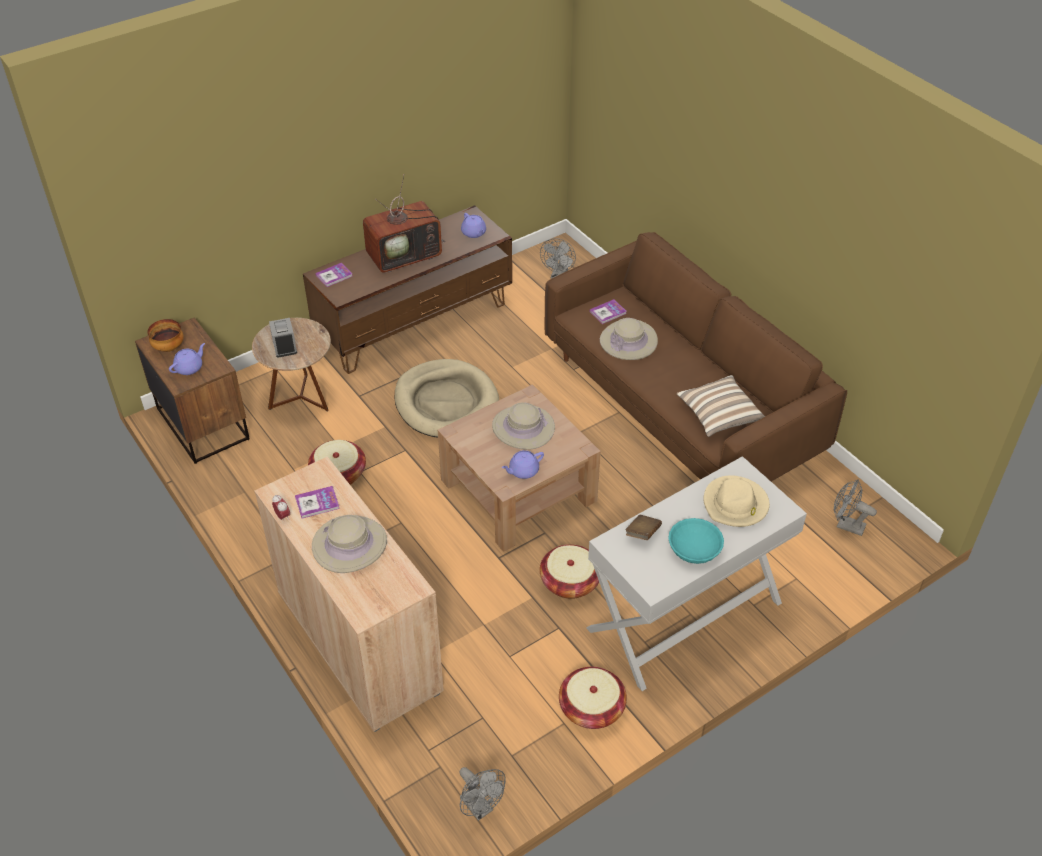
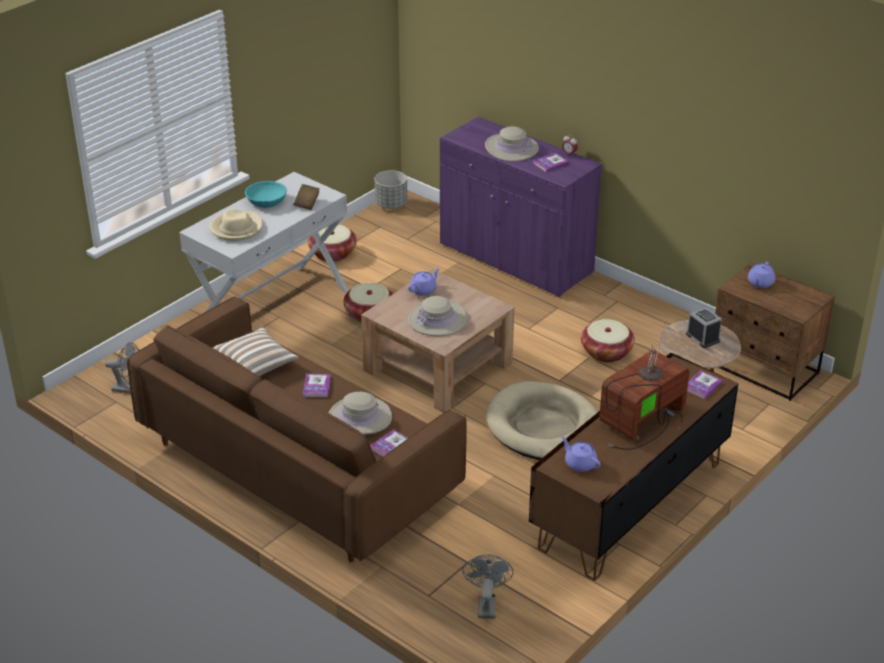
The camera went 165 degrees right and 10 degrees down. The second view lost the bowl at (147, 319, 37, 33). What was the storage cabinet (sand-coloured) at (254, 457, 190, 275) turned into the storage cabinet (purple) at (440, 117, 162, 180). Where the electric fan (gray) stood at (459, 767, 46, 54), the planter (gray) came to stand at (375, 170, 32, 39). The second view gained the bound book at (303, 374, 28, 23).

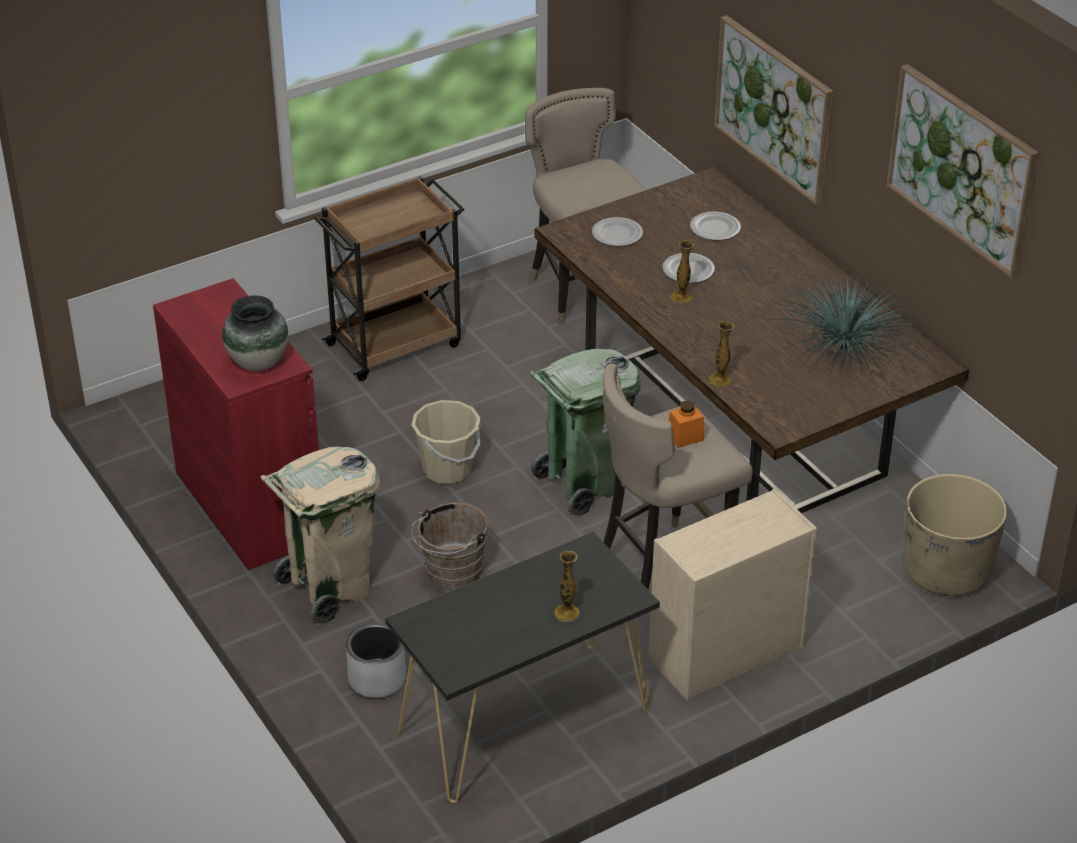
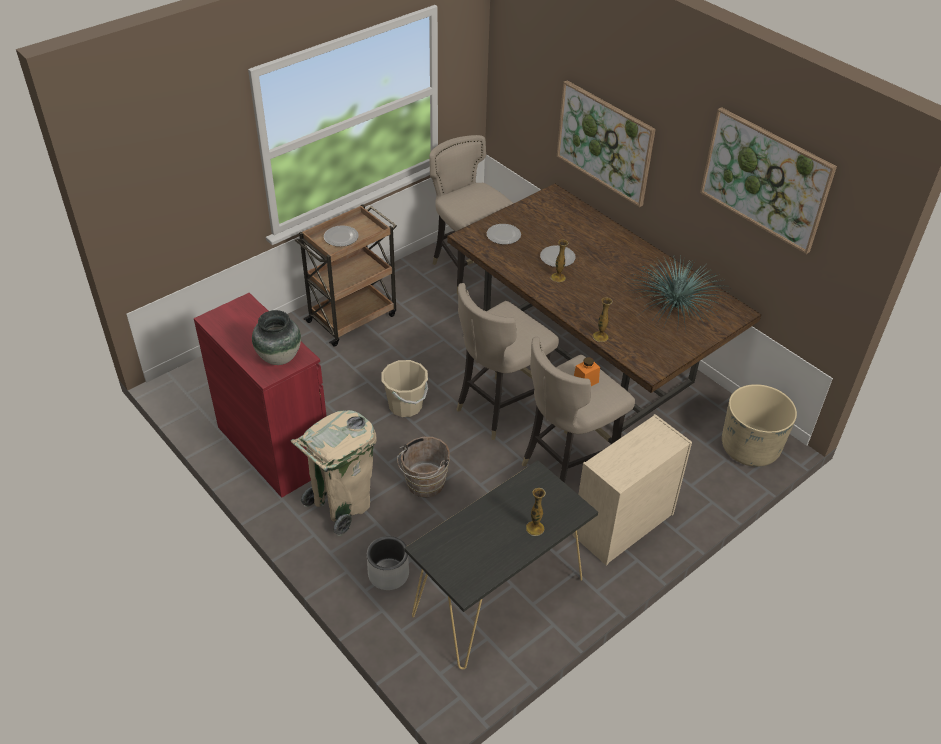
The camera went 10 degrees left and 5 degrees up. The plate ended up elsewhere, having gone from (690, 211, 51, 29) to (324, 225, 35, 22). Where the trash can (green-coloured) stood at (529, 348, 112, 169), the sitting stool (sand-coloured) came to stand at (456, 283, 103, 157).

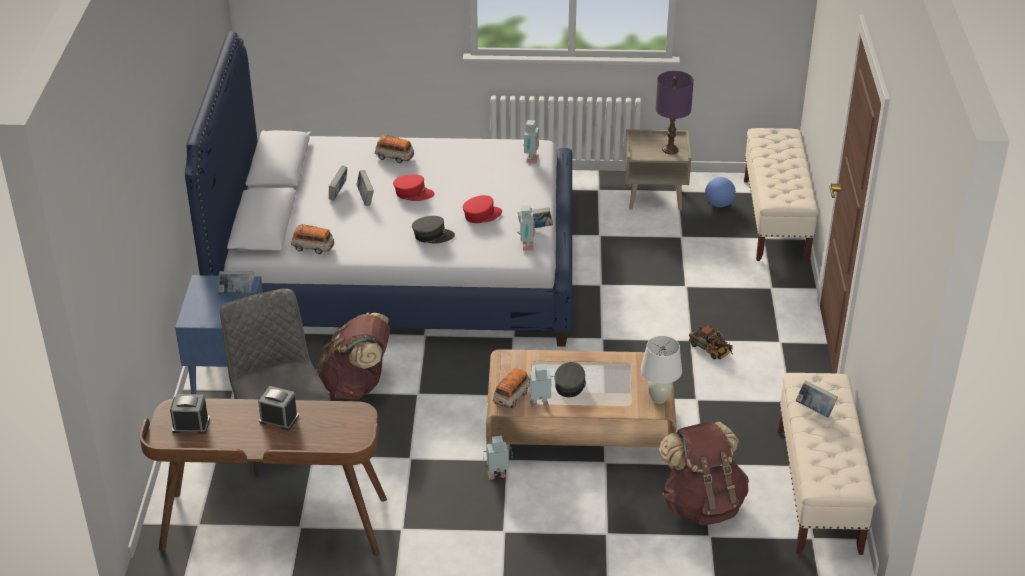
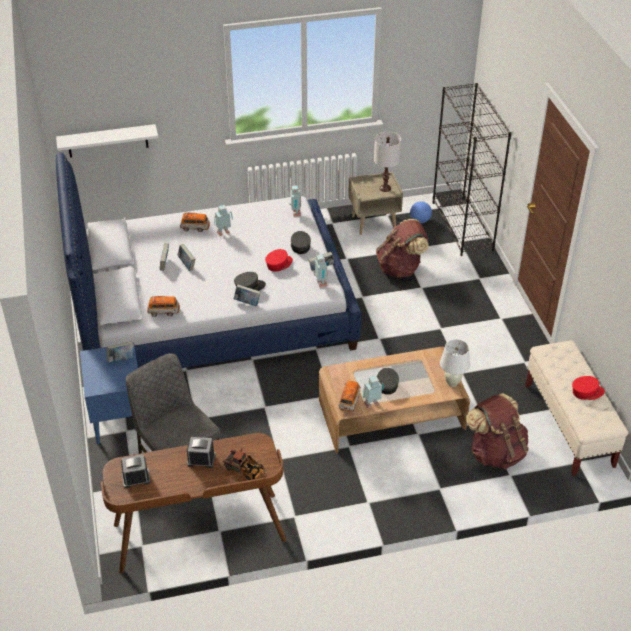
The camera went 15 degrees left and 5 degrees up. What was the tabletop lamp (purple) at (656, 71, 38, 83) turned into the tabletop lamp (white-coloured) at (374, 132, 27, 60). Where the bench (sand-coloured) stood at (744, 128, 75, 134), the bookcase (blackish) came to stand at (433, 83, 78, 173). The baseball cap (red-coloured) ended up elsewhere, having gone from (393, 174, 42, 27) to (572, 376, 33, 24). The backpack (brown-coloured) ended up elsewhere, having gone from (316, 313, 74, 86) to (376, 219, 53, 59). The model truck ended up elsewhere, having gone from (689, 325, 44, 35) to (223, 449, 43, 31). The bound book ended up elsewhere, having gone from (796, 380, 42, 37) to (234, 284, 27, 22). The robot figure ended up elsewhere, having gone from (483, 436, 30, 44) to (214, 205, 19, 31). The second view gained the wall shelf (white-coloured) at (56, 124, 102, 34). The second view gained the baseball cap (gray) at (291, 231, 20, 23).

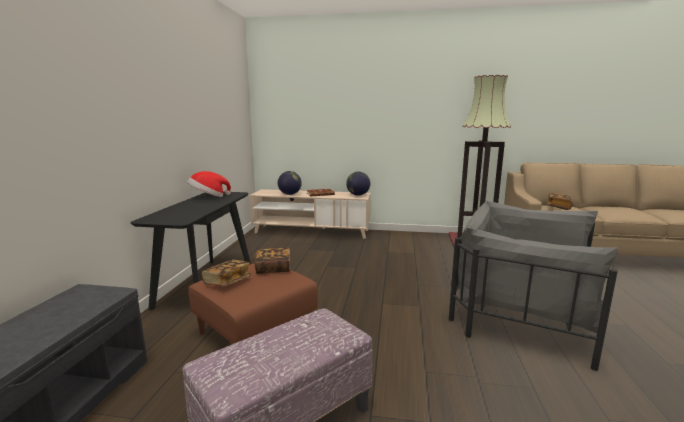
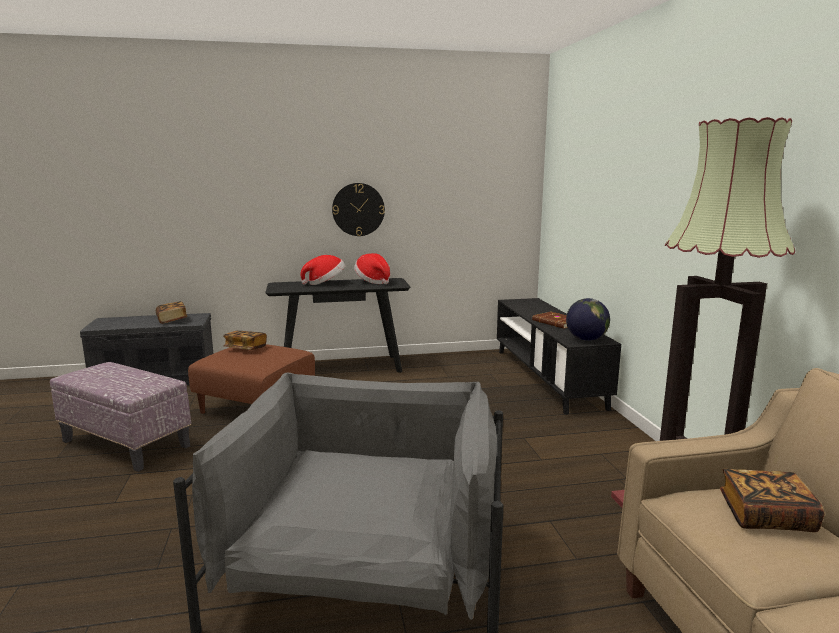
The camera went 70 degrees right and 0 degrees up. The second view lost the globe at (278, 171, 24, 24). What was the tv stand (sand-coloured) at (250, 189, 121, 50) turned into the tv stand (blackish) at (497, 298, 124, 117). The bound book ended up elsewhere, having gone from (254, 248, 36, 26) to (156, 301, 31, 23). The second view gained the clock on the wall at (332, 183, 53, 53). The second view gained the clothing hat at (300, 255, 45, 30).

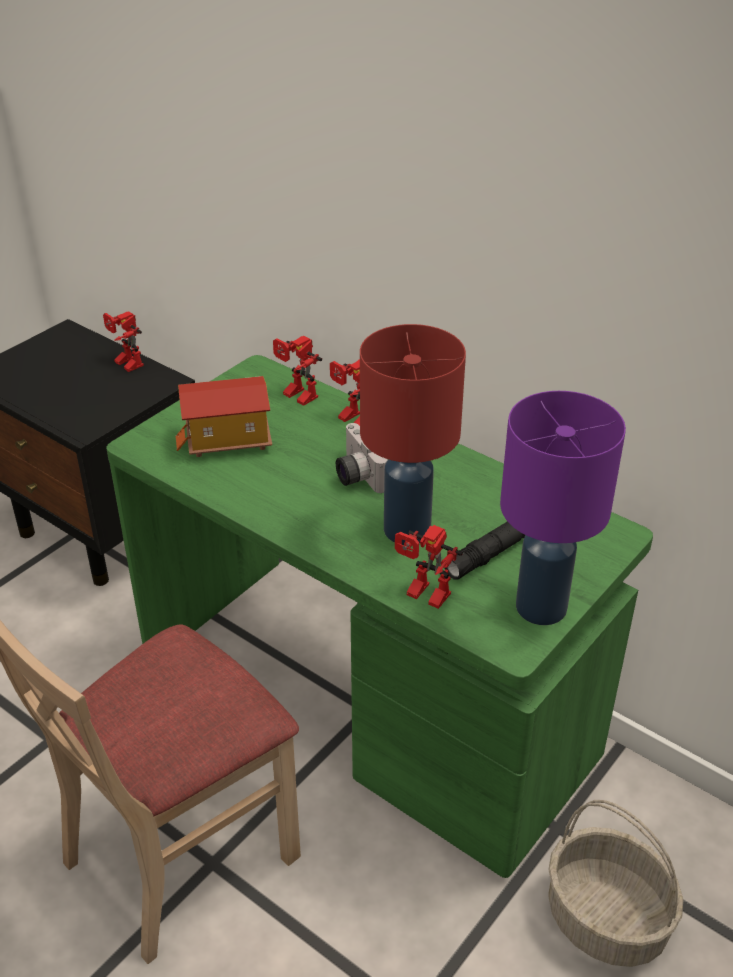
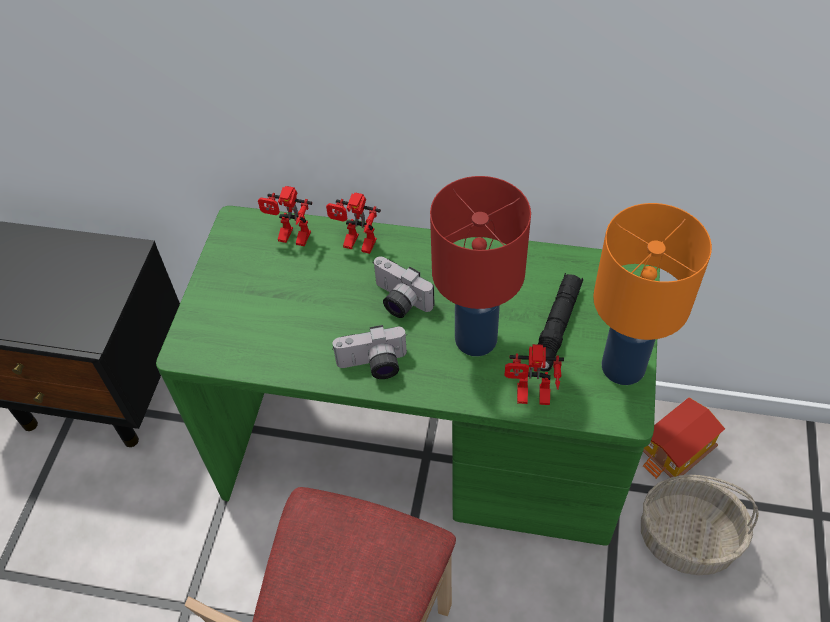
The camera went 25 degrees left and 15 degrees up. The second view lost the robot figure at (103, 311, 41, 61). The model house ended up elsewhere, having gone from (175, 376, 97, 81) to (642, 397, 83, 82). What was the tabletop lamp (purple) at (500, 391, 126, 234) turned into the tabletop lamp (orange-coloured) at (593, 203, 119, 182). The second view gained the photo camera at (333, 325, 74, 54).

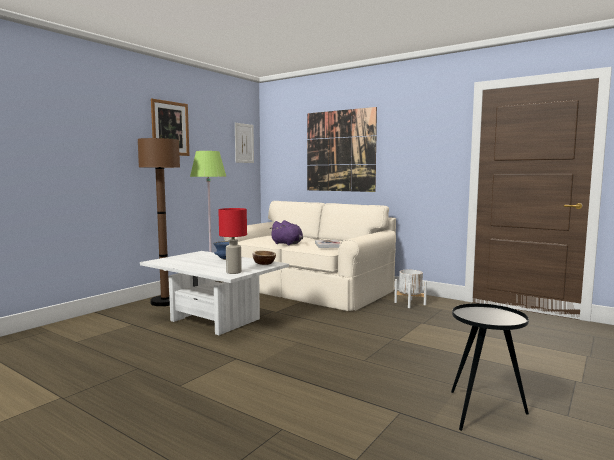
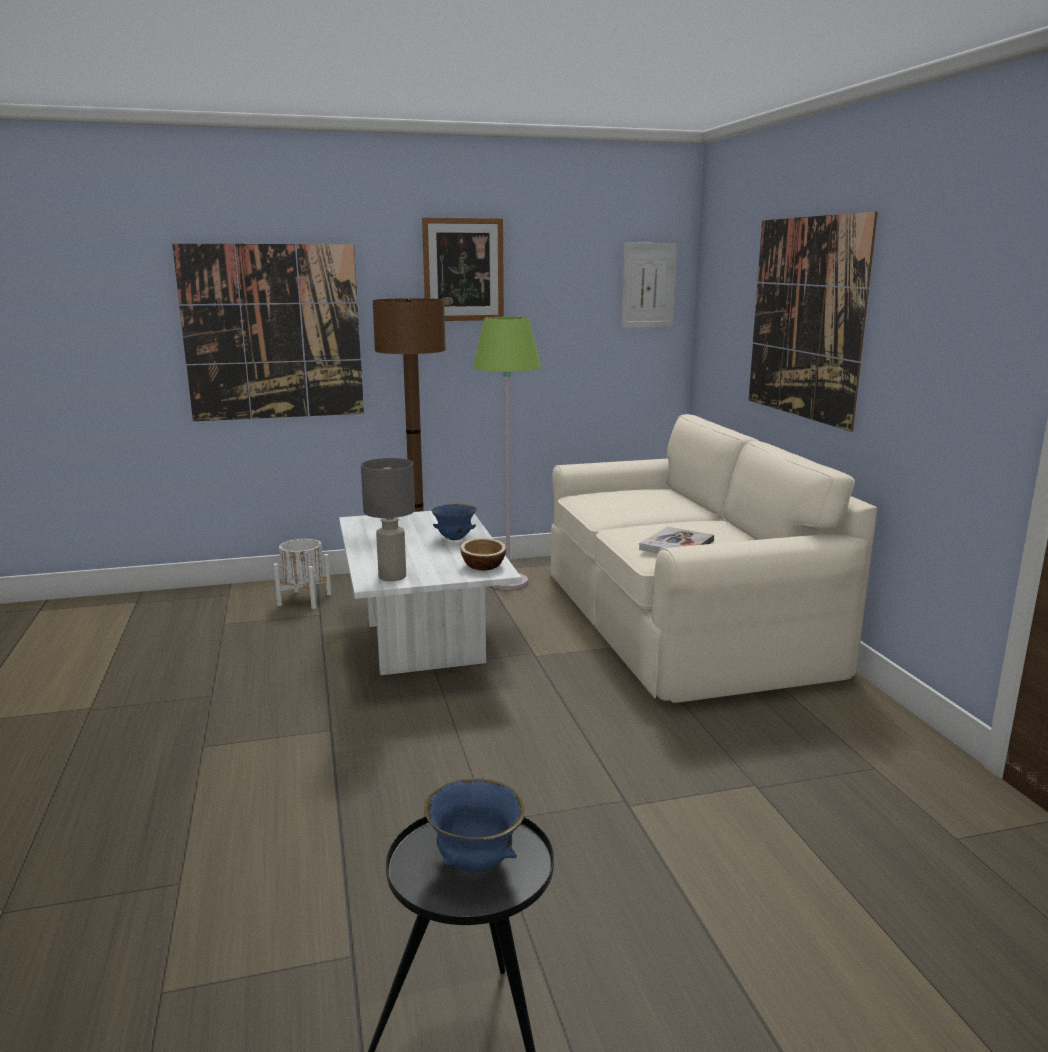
The camera went 40 degrees right and 10 degrees up. What was the tabletop lamp (red-coloured) at (218, 208, 29, 66) turned into the tabletop lamp (gray) at (361, 458, 54, 123). The second view lost the soft toy (purple) at (269, 220, 34, 25). The planter (white-coloured) ended up elsewhere, having gone from (394, 270, 33, 38) to (274, 539, 57, 70). The second view gained the wall art at (172, 244, 192, 177). The second view gained the bowl (blue-coloured) at (424, 779, 101, 94).

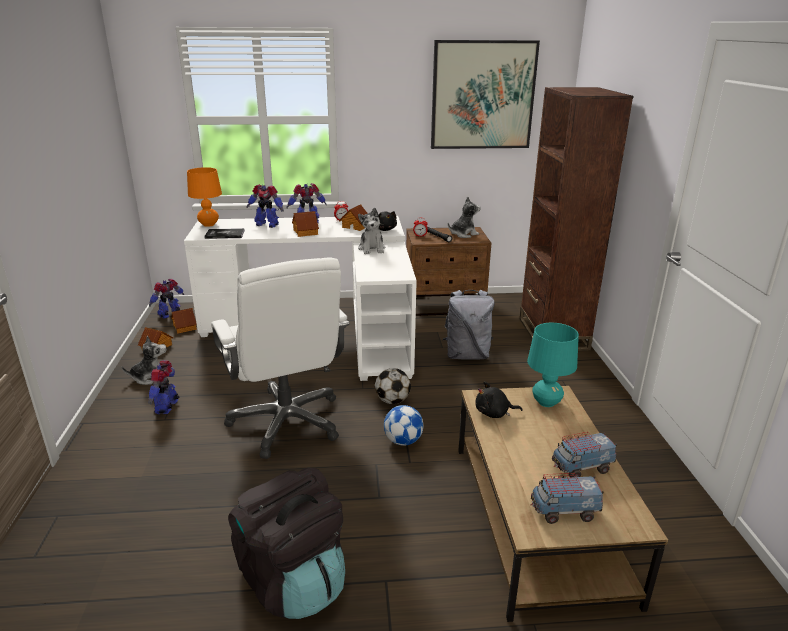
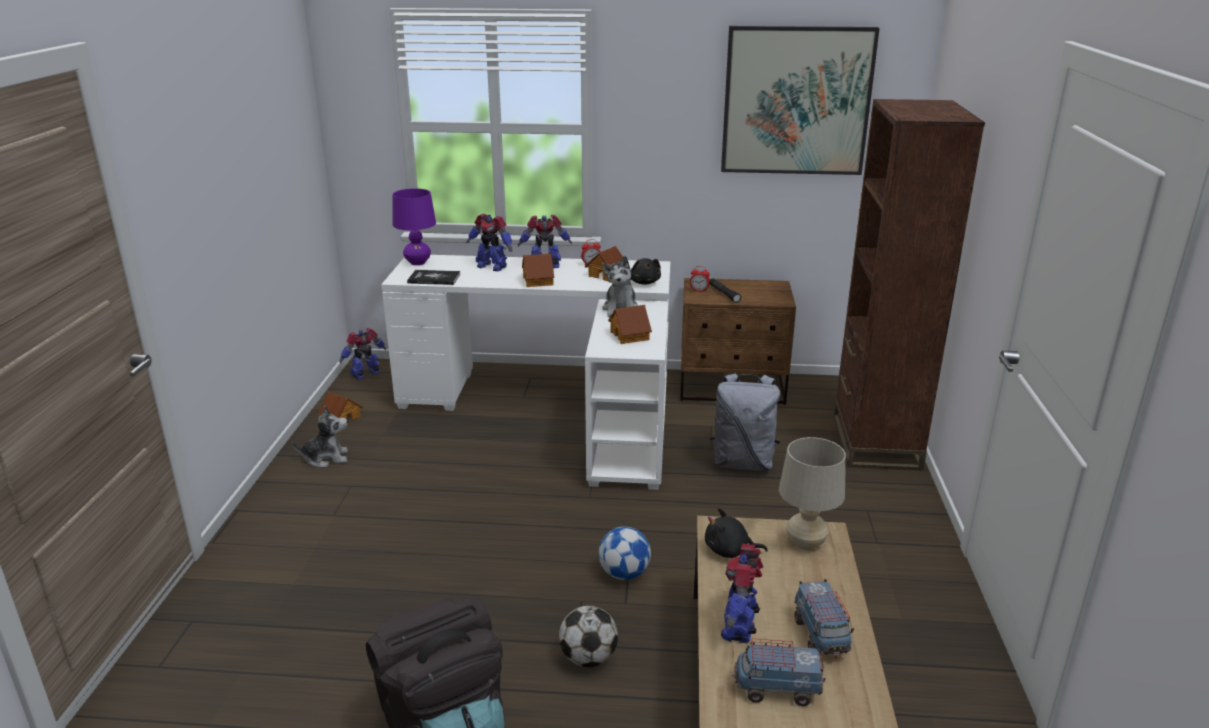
The camera went 10 degrees right and 0 degrees up. What was the tabletop lamp (orange-coloured) at (187, 167, 35, 60) turned into the tabletop lamp (purple) at (393, 188, 43, 77). The second view lost the soft toy at (448, 196, 33, 42). The second view lost the computer chair (white-coloured) at (211, 258, 139, 201). The model house ended up elsewhere, having gone from (171, 308, 26, 26) to (608, 305, 44, 39). What was the tabletop lamp (turquoise) at (527, 323, 52, 84) turned into the tabletop lamp (sand-coloured) at (779, 437, 67, 113). The robot figure ended up elsewhere, having gone from (148, 360, 31, 54) to (721, 544, 42, 99). The ball for football ended up elsewhere, having gone from (375, 368, 36, 36) to (559, 606, 59, 61). The model truck at (552, 432, 65, 45) ended up facing another way, 90 degrees counterclockwise from before.

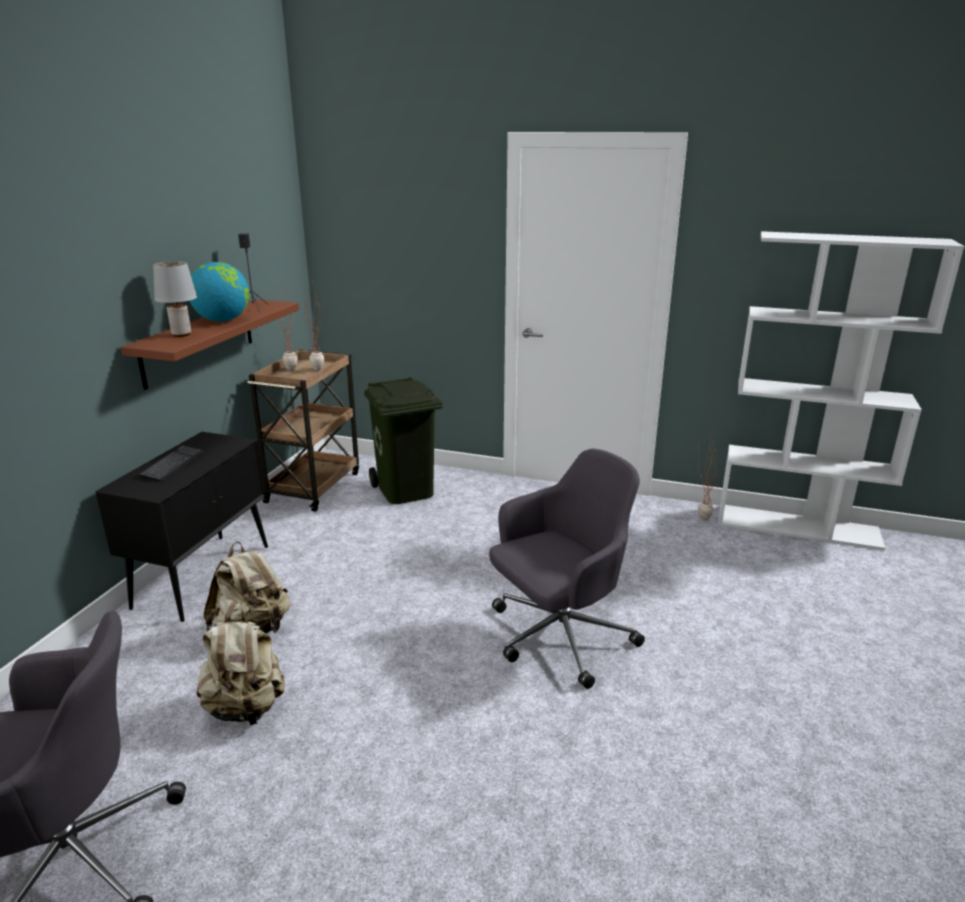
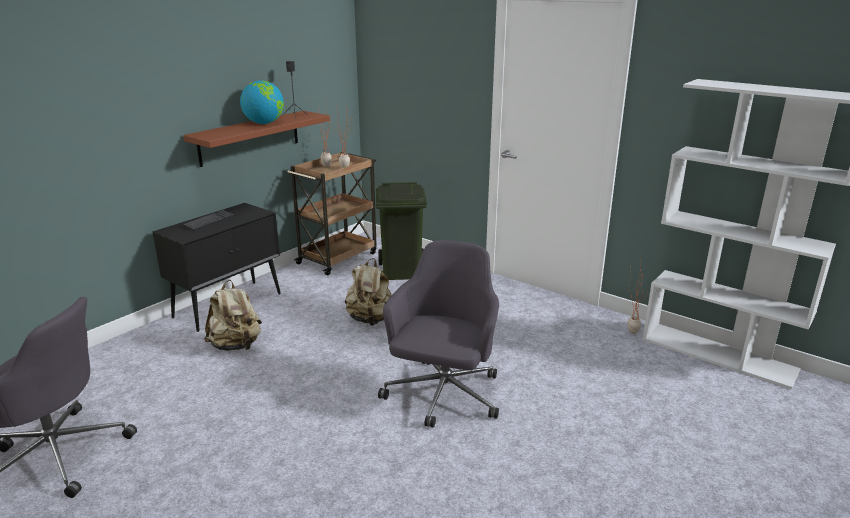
The camera went 20 degrees right and 0 degrees up. The second view lost the tabletop lamp (gray) at (153, 261, 44, 76). The computer chair (gray) at (489, 448, 156, 241) ended up facing another way, 60 degrees counterclockwise from before. The backpack (sand-coloured) ended up elsewhere, having gone from (197, 608, 88, 118) to (345, 258, 46, 68).

